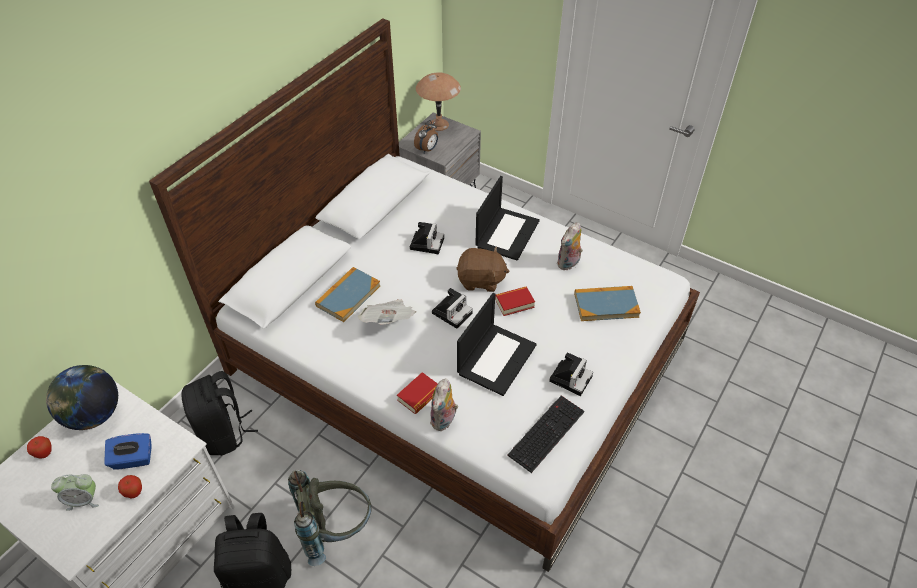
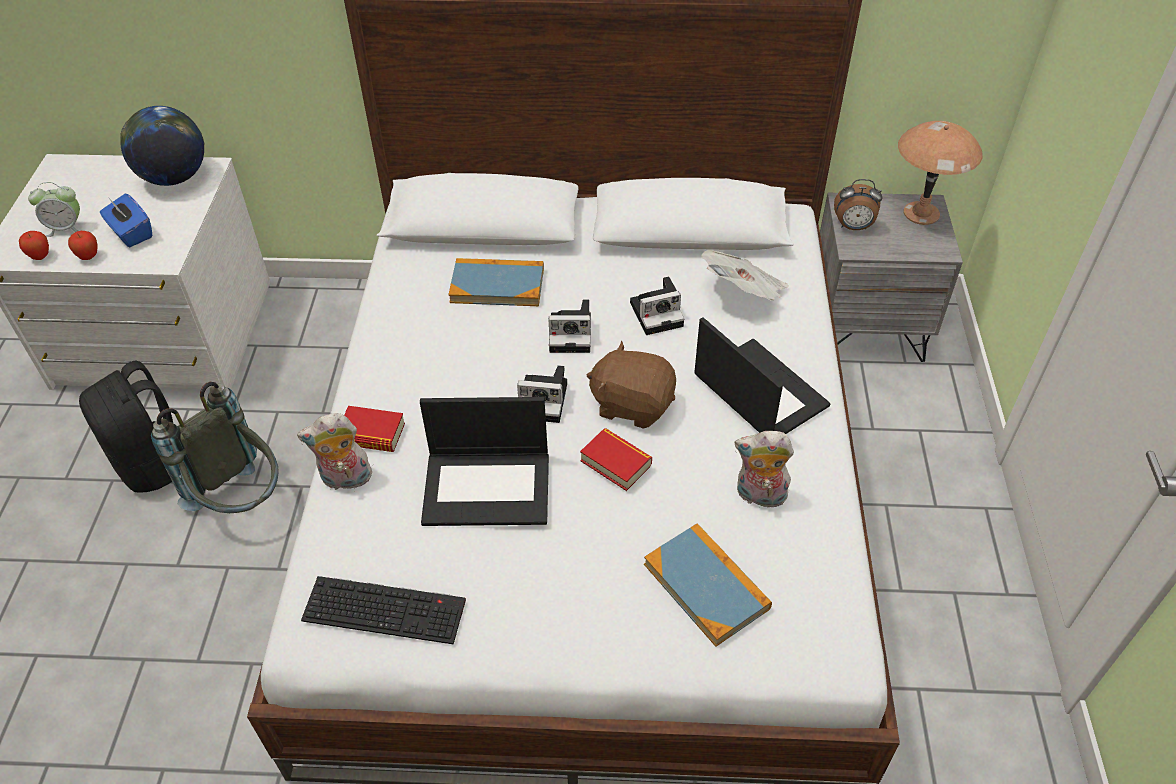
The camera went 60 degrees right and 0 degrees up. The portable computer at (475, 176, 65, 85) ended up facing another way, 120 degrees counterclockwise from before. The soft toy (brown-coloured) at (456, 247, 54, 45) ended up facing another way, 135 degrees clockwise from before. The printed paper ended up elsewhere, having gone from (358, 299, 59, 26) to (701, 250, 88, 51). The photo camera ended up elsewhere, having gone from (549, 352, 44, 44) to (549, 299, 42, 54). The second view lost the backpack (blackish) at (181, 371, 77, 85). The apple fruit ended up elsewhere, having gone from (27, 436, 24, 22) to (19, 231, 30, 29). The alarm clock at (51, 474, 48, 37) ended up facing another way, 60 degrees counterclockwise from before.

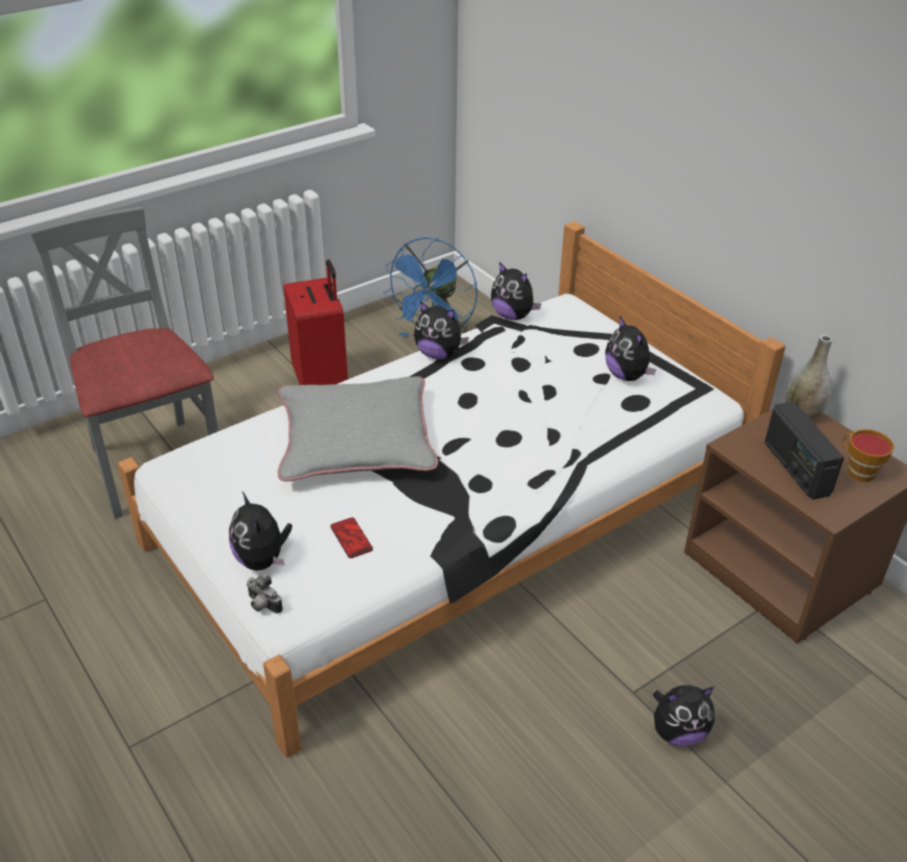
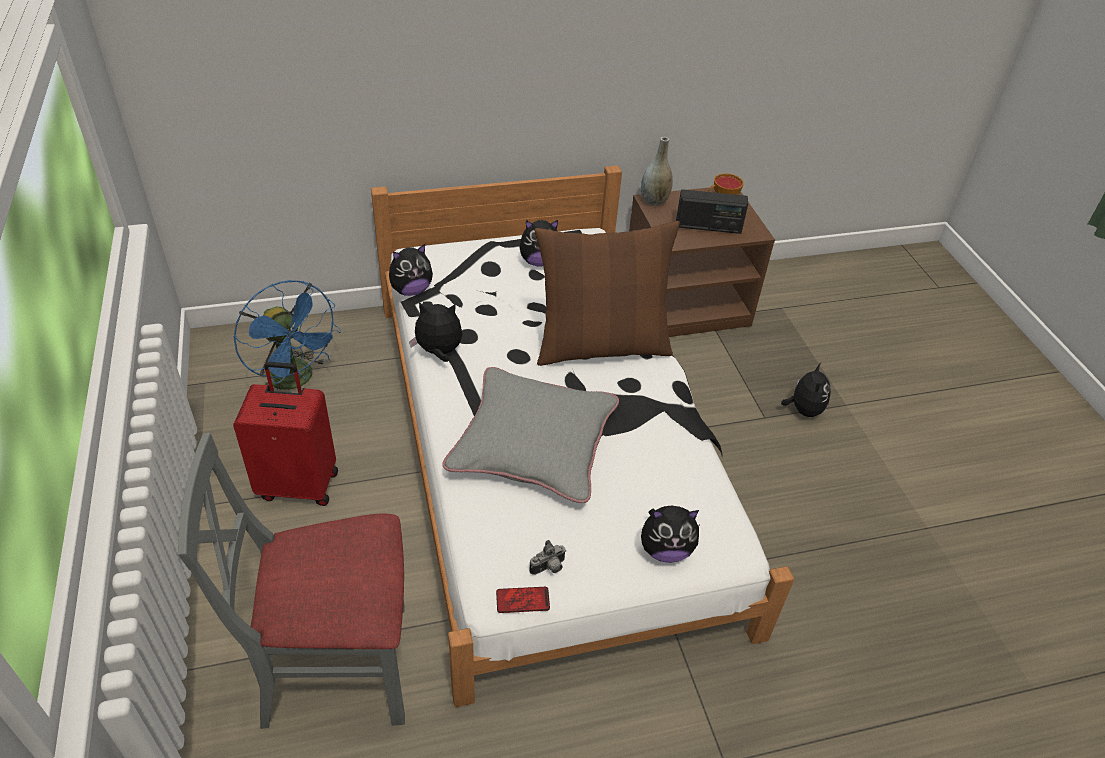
The camera went 70 degrees left and 5 degrees up. The soft toy at (414, 301, 55, 58) ended up facing another way, 135 degrees counterclockwise from before. The telephone ended up elsewhere, having gone from (331, 517, 42, 41) to (496, 587, 54, 26). The photo camera ended up elsewhere, having gone from (246, 576, 37, 38) to (529, 540, 37, 35). The second view gained the throw pillow (brown-coloured) at (534, 221, 146, 145).

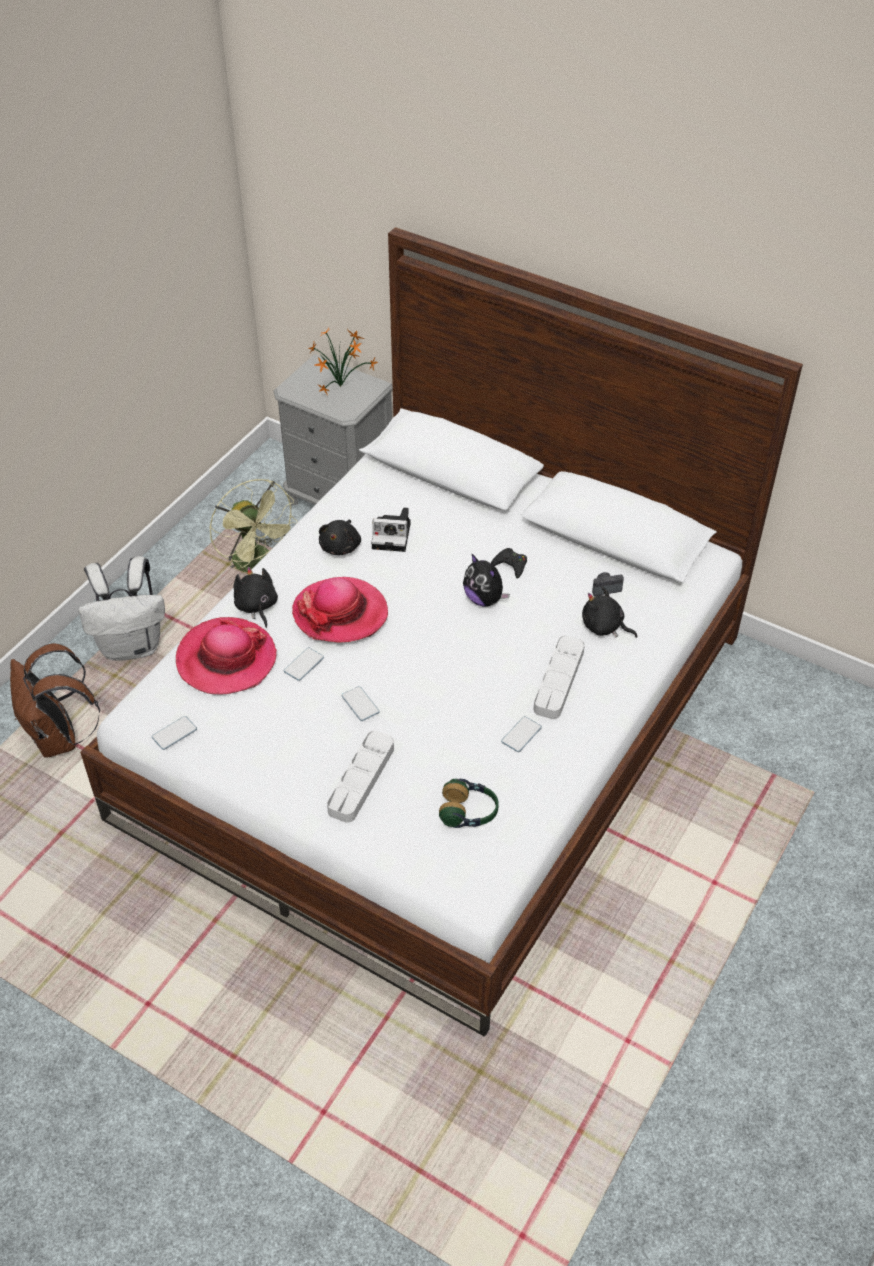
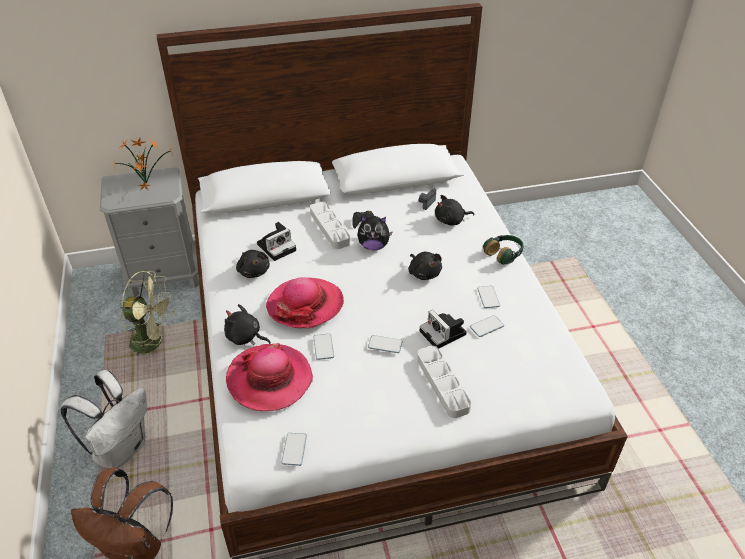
The camera went 45 degrees left and 5 degrees down. The tray (gray) ended up elsewhere, having gone from (534, 635, 51, 84) to (310, 202, 40, 47). The headphones ended up elsewhere, having gone from (439, 779, 59, 49) to (483, 235, 41, 29). The second view gained the soft toy (blackish) at (409, 252, 33, 28). The second view gained the photo camera at (420, 310, 47, 38). The second view gained the telephone at (470, 315, 34, 22).

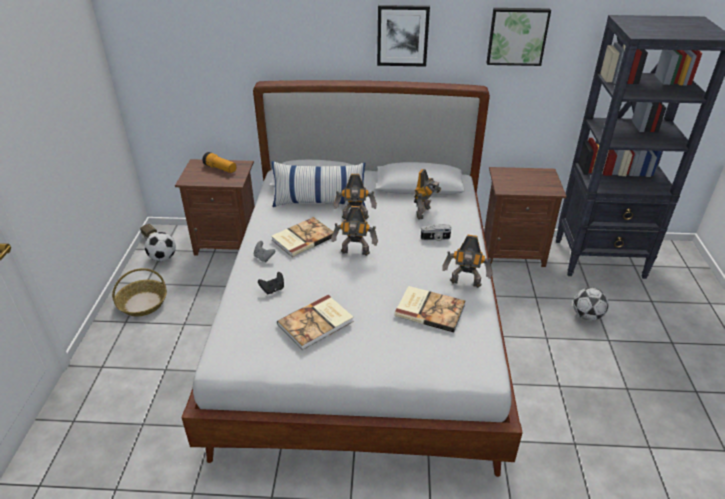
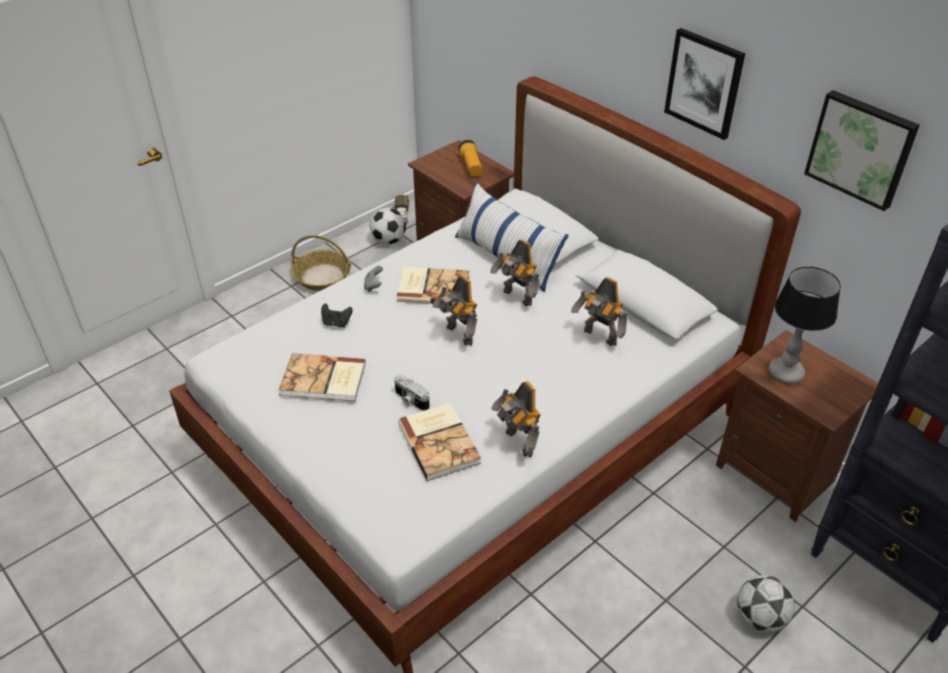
The camera went 45 degrees right and 5 degrees up. The robot figure at (414, 169, 28, 51) ended up facing another way, 60 degrees clockwise from before. The photo camera ended up elsewhere, having gone from (421, 224, 30, 17) to (394, 374, 36, 37). The second view gained the tabletop lamp at (769, 267, 72, 117).

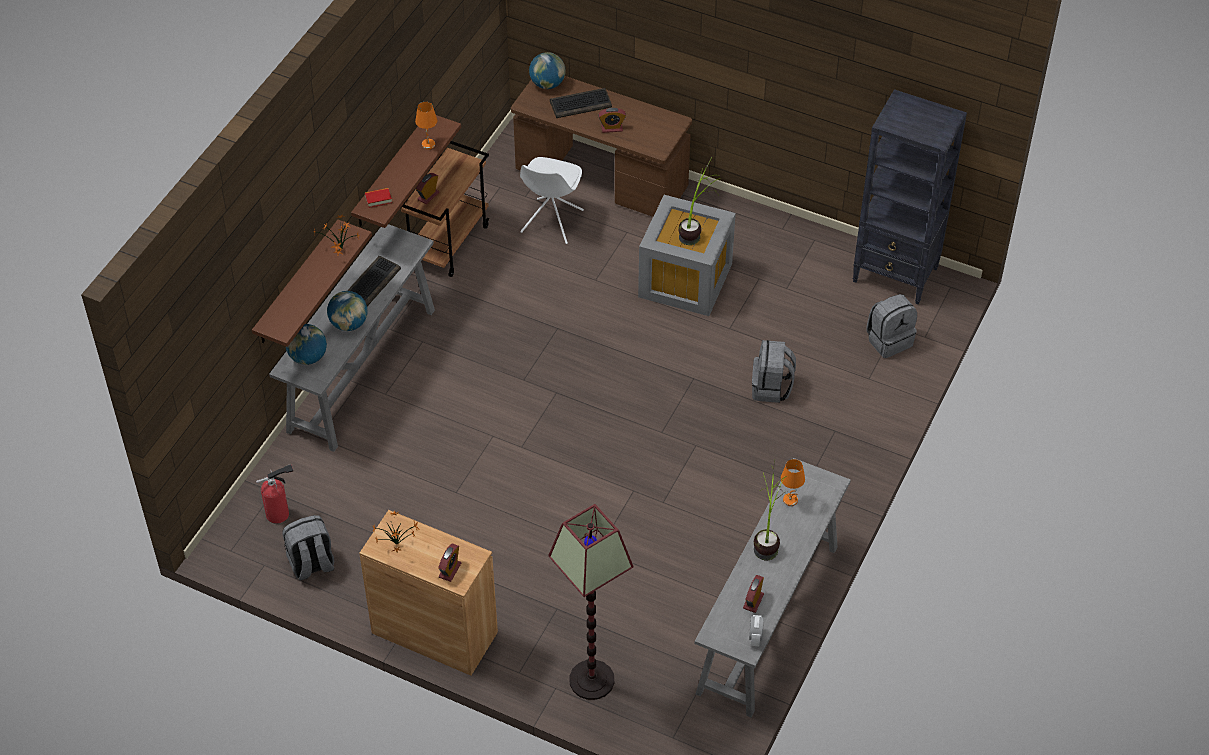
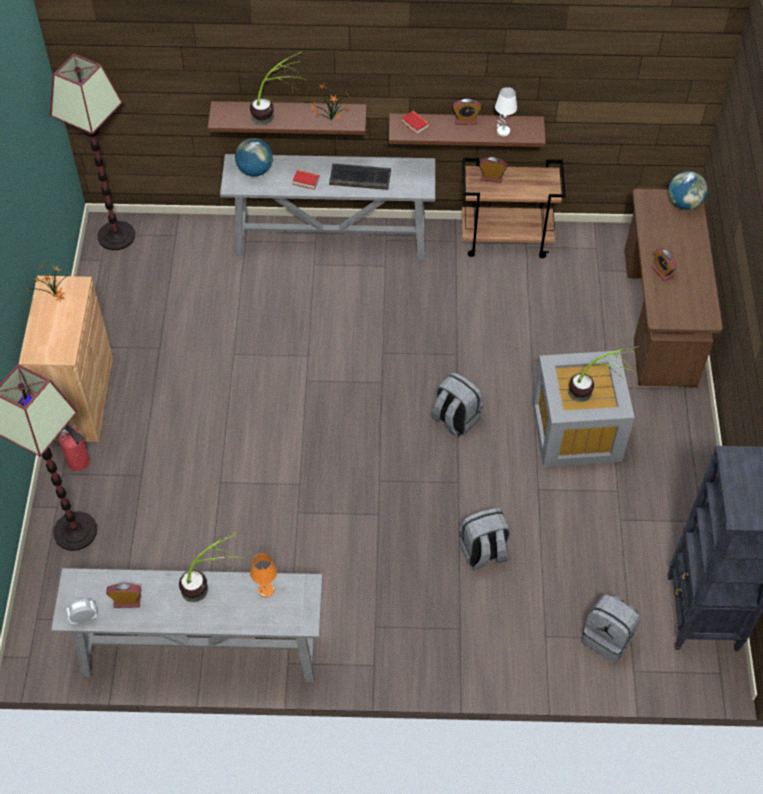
The camera went 65 degrees right and 5 degrees up. The second view lost the computer keyboard at (550, 88, 62, 30). What was the tabletop lamp (orange-coloured) at (415, 102, 22, 47) turned into the tabletop lamp (white-coloured) at (495, 87, 22, 49). The second view lost the plain chair (white-coloured) at (520, 157, 64, 87). Where the globe stood at (327, 291, 41, 40), the bound book came to stand at (292, 170, 28, 20). The extinguisher ended up elsewhere, having gone from (256, 464, 37, 60) to (59, 424, 31, 47). The backpack (gray) ended up elsewhere, having gone from (282, 515, 52, 65) to (431, 372, 52, 65). The alarm clock ended up elsewhere, having gone from (438, 543, 23, 39) to (453, 99, 28, 26). The second view gained the potted plant at (250, 51, 56, 74). The second view gained the standard lamp at (50, 54, 85, 196).

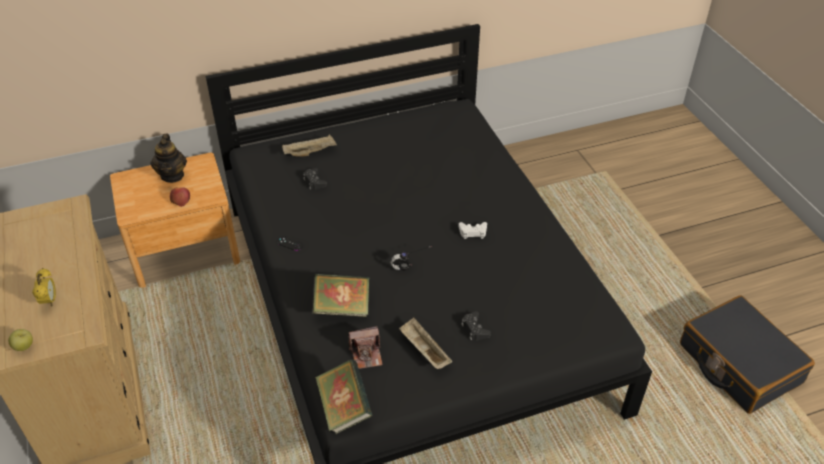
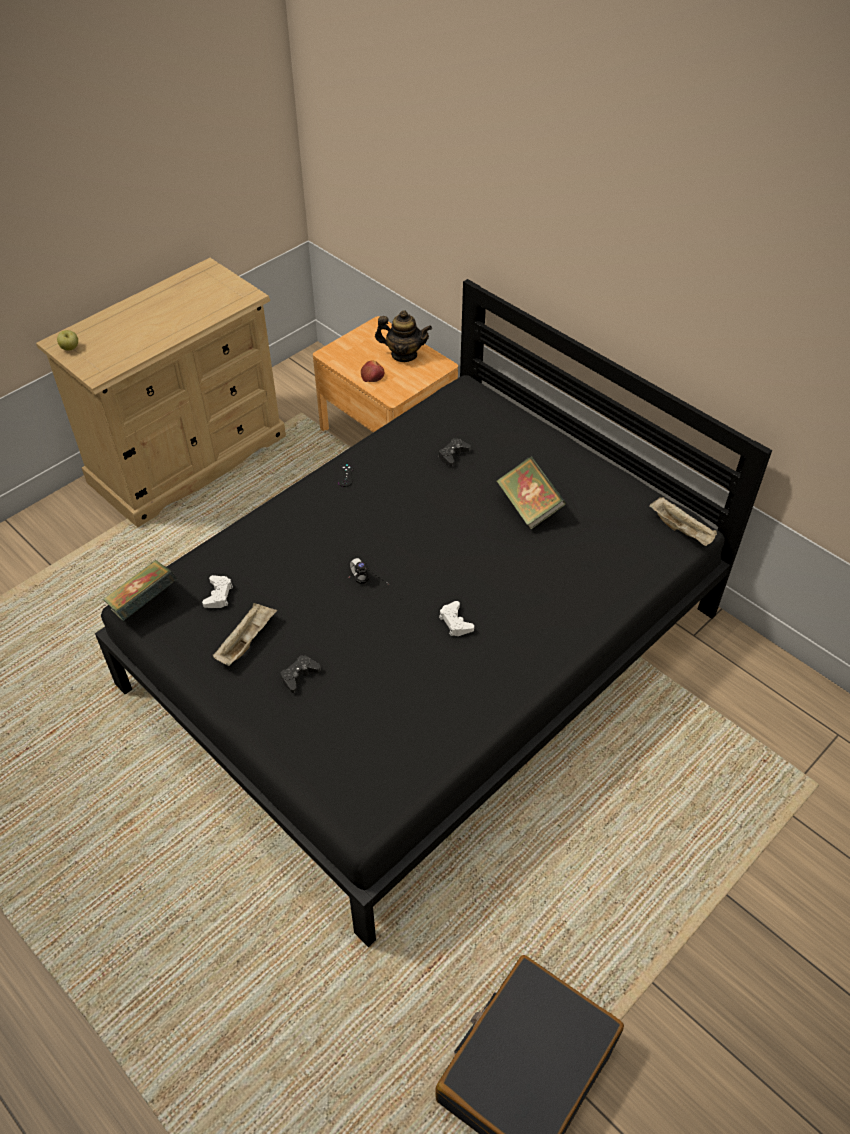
The camera went 65 degrees right and 5 degrees up. The pot for tea at (150, 134, 37, 49) ended up facing another way, 135 degrees counterclockwise from before. The tray (sand-coloured) ended up elsewhere, having gone from (282, 135, 55, 22) to (649, 497, 68, 49). The second view lost the alarm clock at (32, 268, 24, 38). The bound book ended up elsewhere, having gone from (312, 274, 57, 43) to (497, 456, 69, 73). Where the photo camera stood at (349, 326, 34, 43), the gamepad (white-coloured) came to stand at (202, 575, 31, 33).

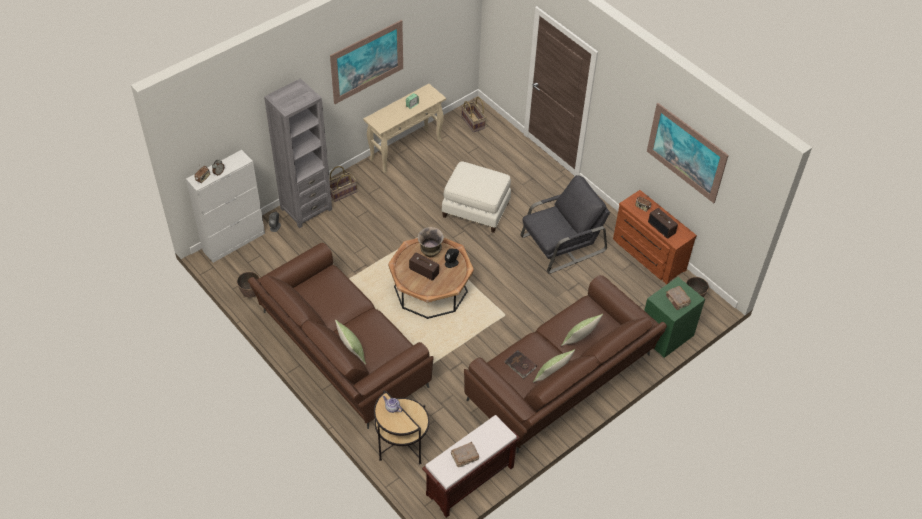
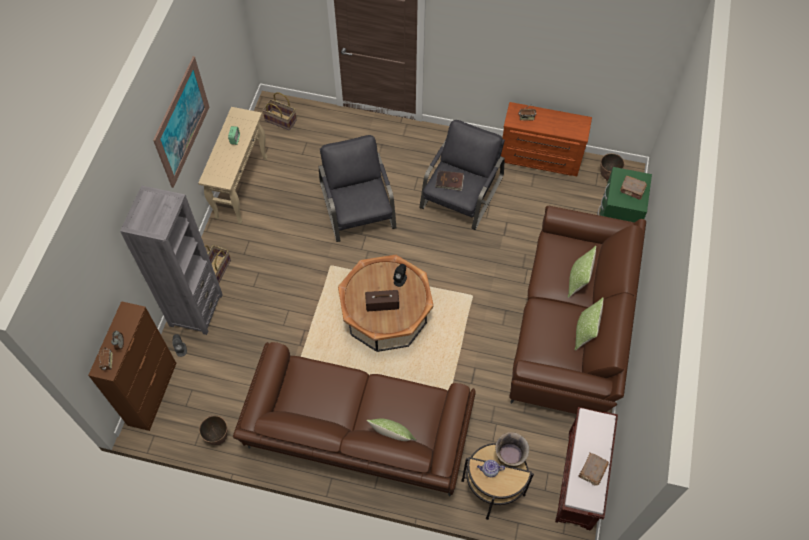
The camera went 35 degrees left and 10 degrees up. The second view lost the wall art at (647, 103, 82, 100). What was the storage cabinet (white-coloured) at (186, 150, 79, 113) turned into the storage cabinet (brown-coloured) at (88, 301, 89, 130). Where the pouffe (white-coloured) stood at (441, 162, 70, 71), the easy chair (gray) came to stand at (318, 135, 78, 107). The second view lost the radio at (648, 208, 30, 31). The decorative vase ended up elsewhere, having gone from (418, 227, 26, 30) to (495, 432, 34, 36). The bound book (brown-coloured) ended up elsewhere, having gone from (505, 350, 32, 29) to (435, 170, 29, 21).

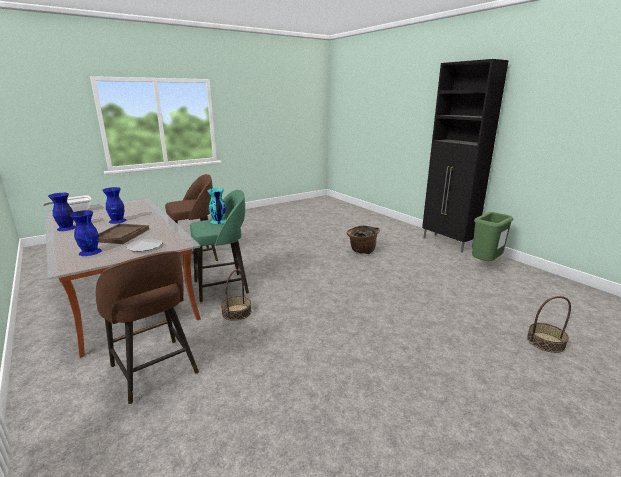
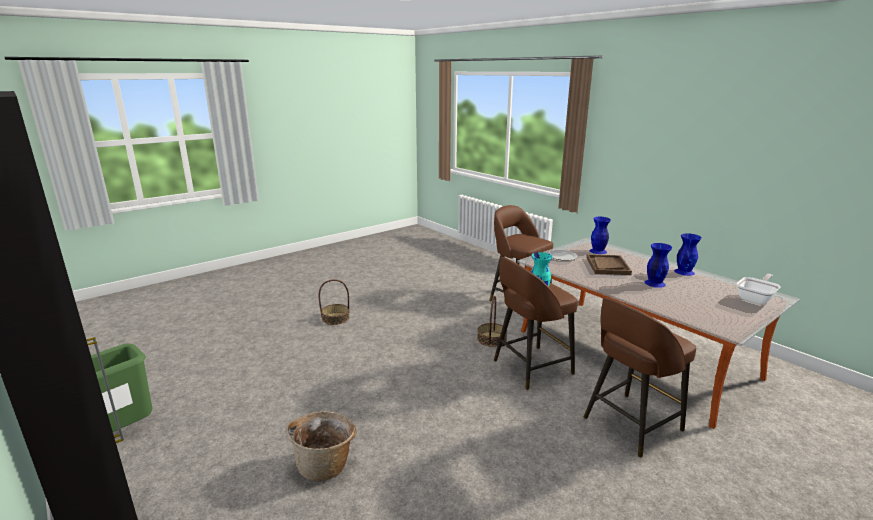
The camera went 175 degrees right and 0 degrees up. What was the sitting stool (green-coloured) at (190, 190, 59, 112) turned into the sitting stool (brown-coloured) at (494, 257, 84, 133). The basket ended up elsewhere, having gone from (527, 296, 44, 57) to (318, 279, 31, 46).

